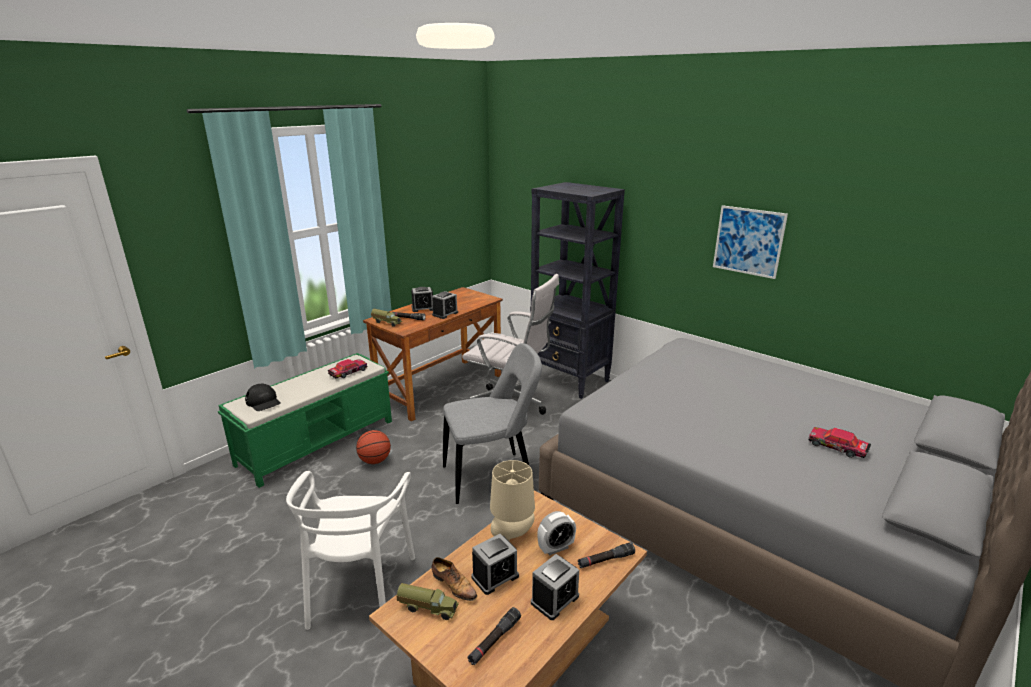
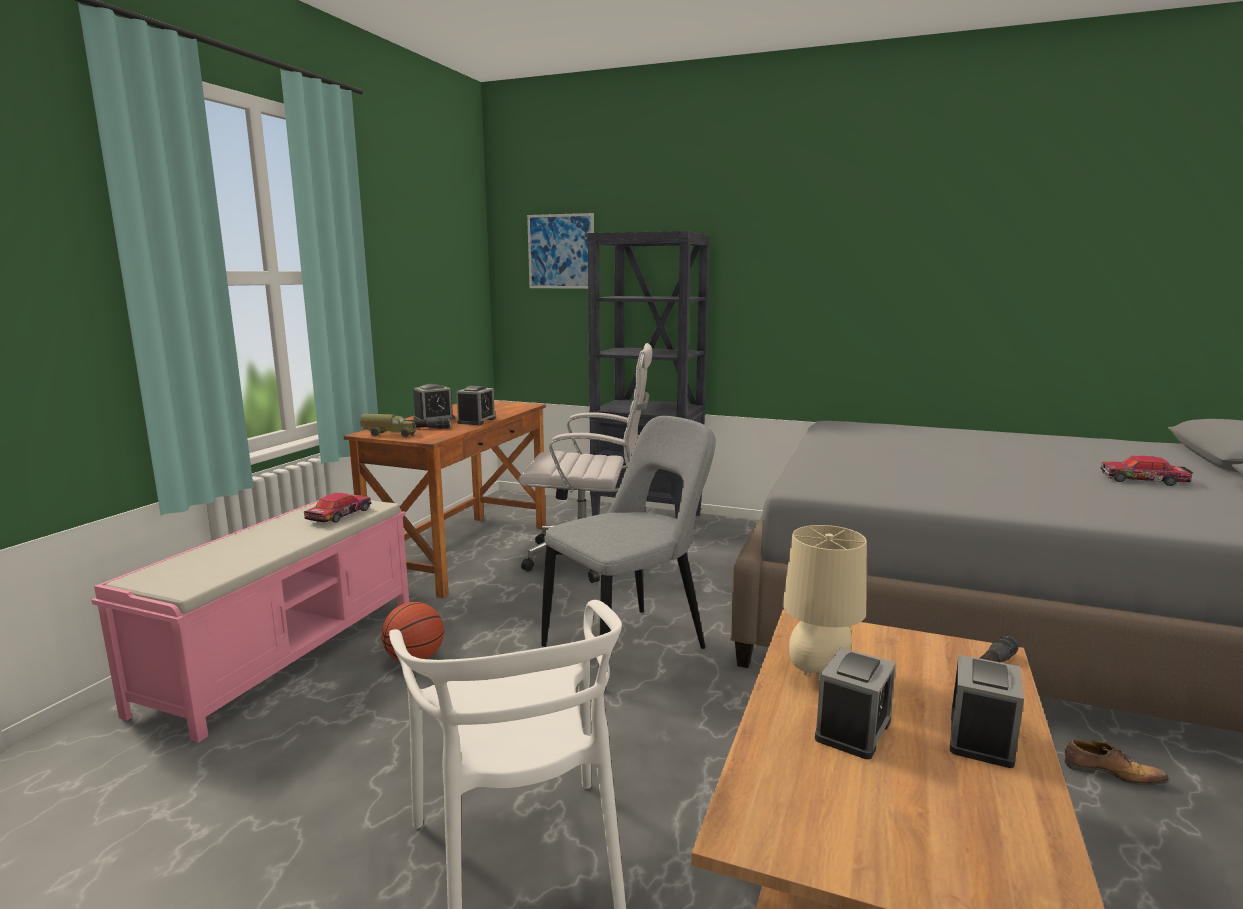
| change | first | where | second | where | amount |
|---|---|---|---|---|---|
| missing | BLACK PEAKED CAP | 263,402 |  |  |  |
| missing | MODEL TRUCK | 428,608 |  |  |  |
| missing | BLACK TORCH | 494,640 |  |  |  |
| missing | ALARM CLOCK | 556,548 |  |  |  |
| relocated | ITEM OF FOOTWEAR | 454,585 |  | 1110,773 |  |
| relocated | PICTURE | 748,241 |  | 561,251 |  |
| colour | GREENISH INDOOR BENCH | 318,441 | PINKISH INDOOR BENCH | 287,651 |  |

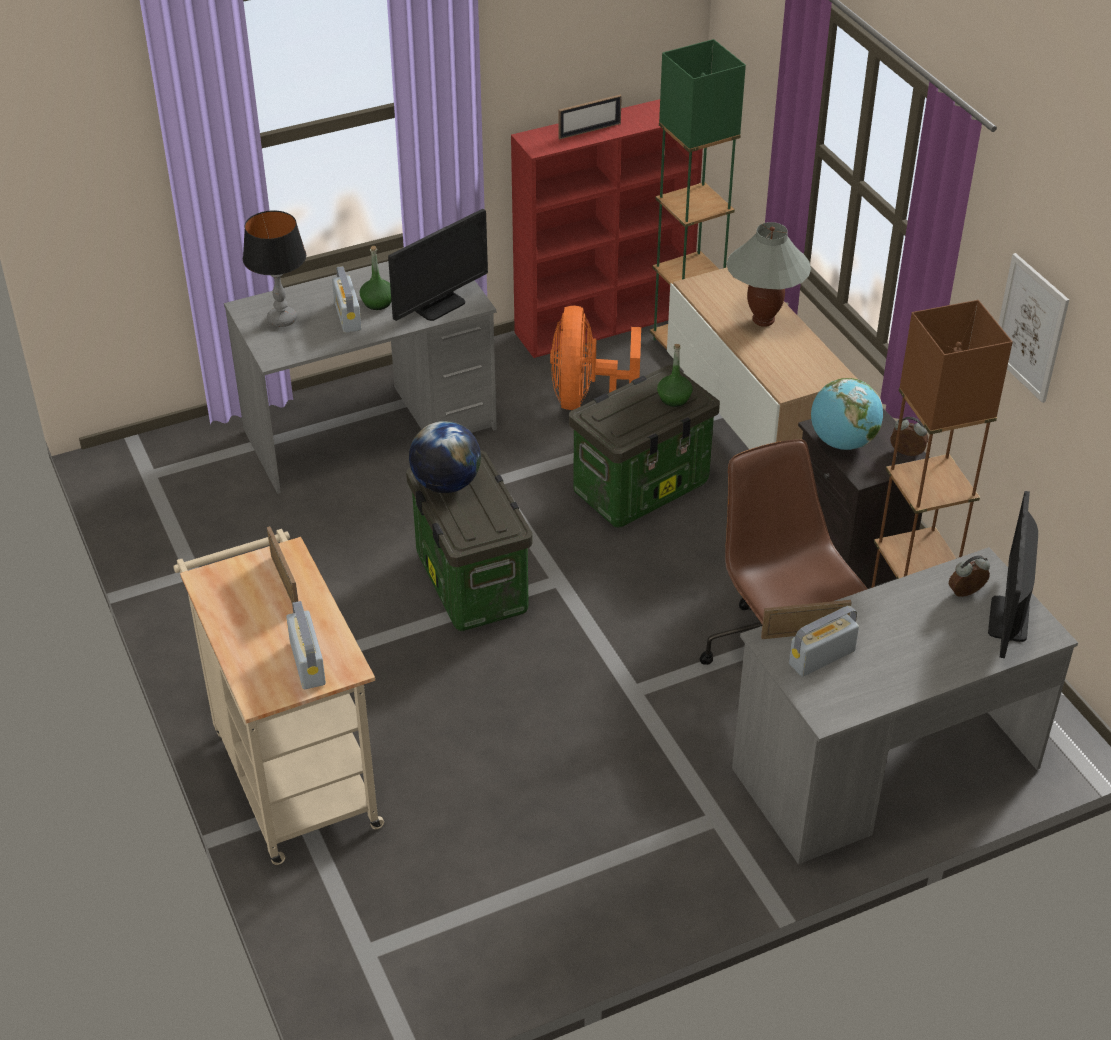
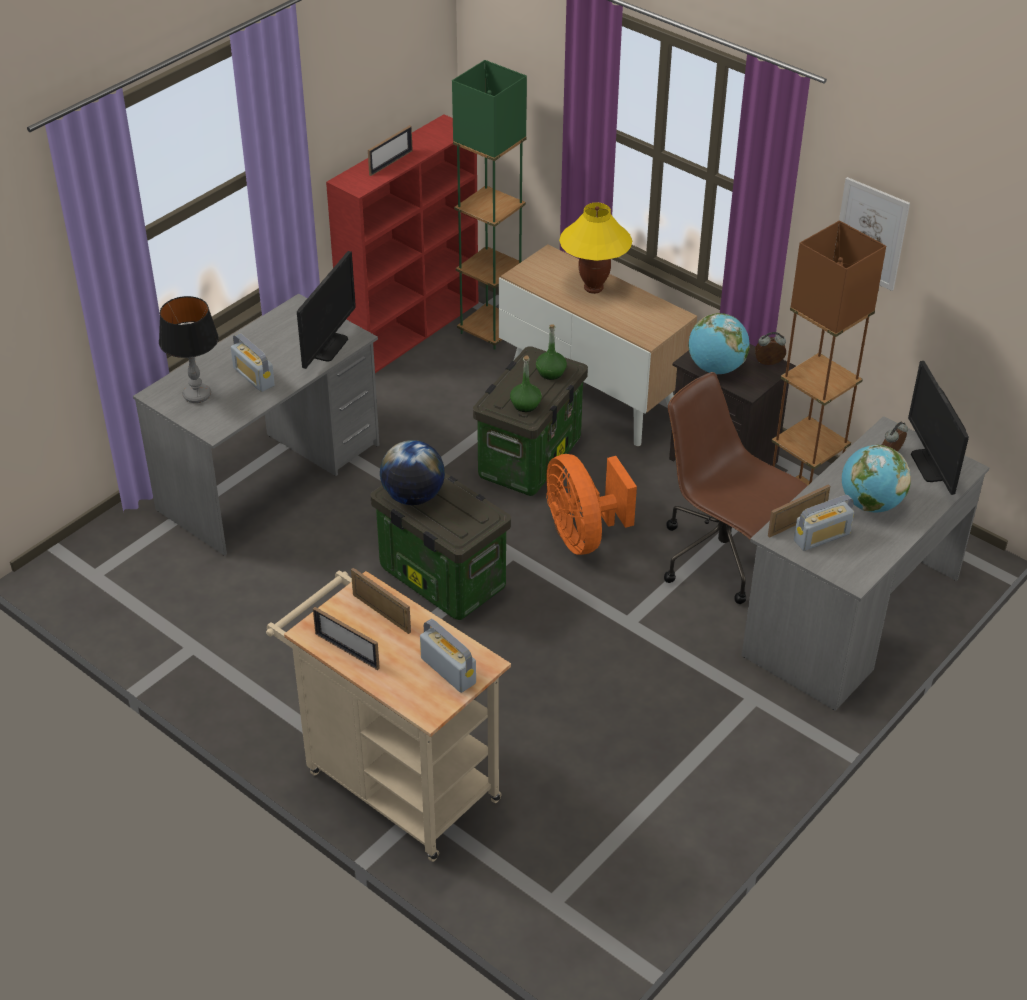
| change | first | where | second | where | amount |
|---|---|---|---|---|---|
| appeared |  |  | STANDING FRAME | 347,651 |  |
| appeared |  |  | DESK GLOBE | 870,504 |  |
| relocated | GREENISH DRINK BOTTLE | 377,303 |  | 525,405 |  |
| relocated | ORANGEY FAN | 585,396 |  | 583,535 |  |
| colour | GRAY LAMP FOR A TABLE | 763,320 | YELLOWISH LAMP FOR A TABLE | 594,288 |  |
| spun | RADIO RECEIVER | 821,658 |  | 822,537 | 150 degrees counterclockwise |

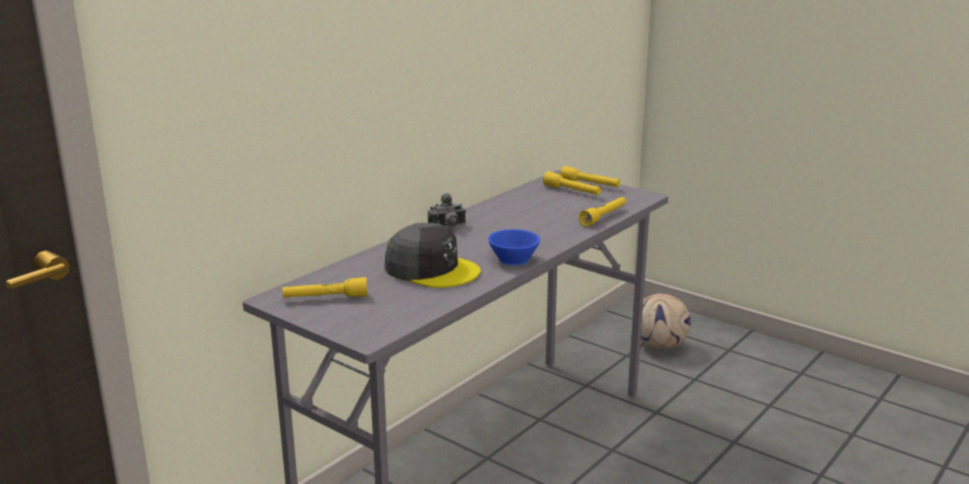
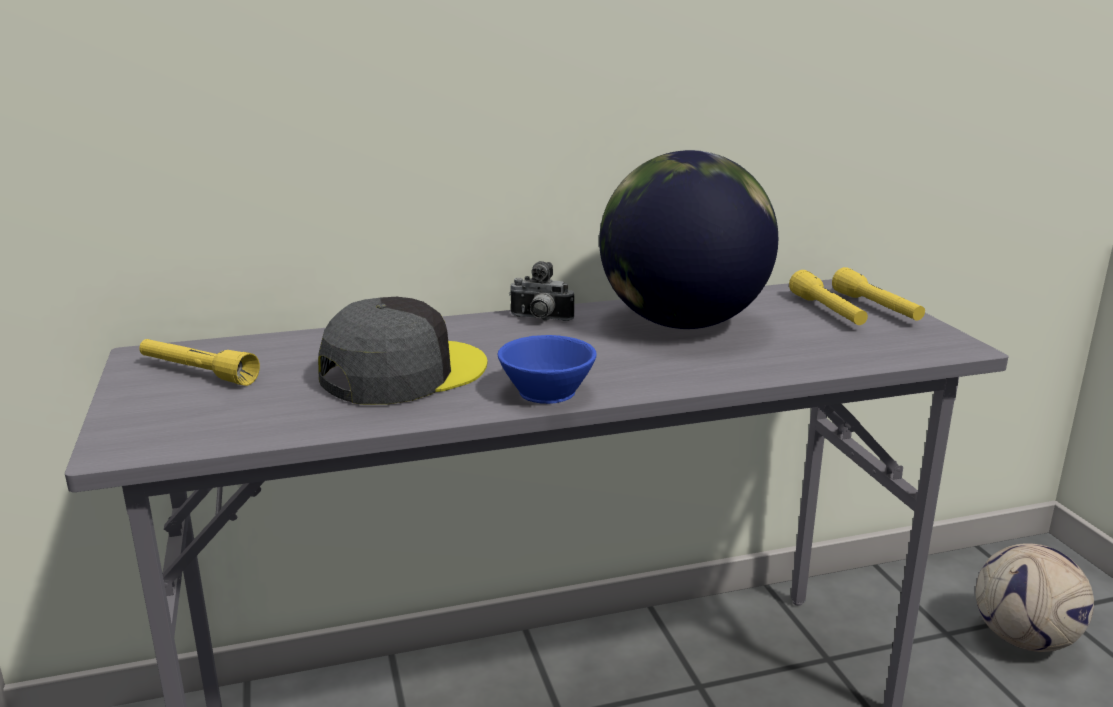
| change | first | where | second | where | amount |
|---|---|---|---|---|---|
| missing | YELLOWISH TORCH | 604,217 |  |  |  |
| appeared |  |  | DESK GLOBE | 682,323 |  |
| spun | GRAY PEAKED CAP | 431,269 |  | 402,373 | 105 degrees counterclockwise |

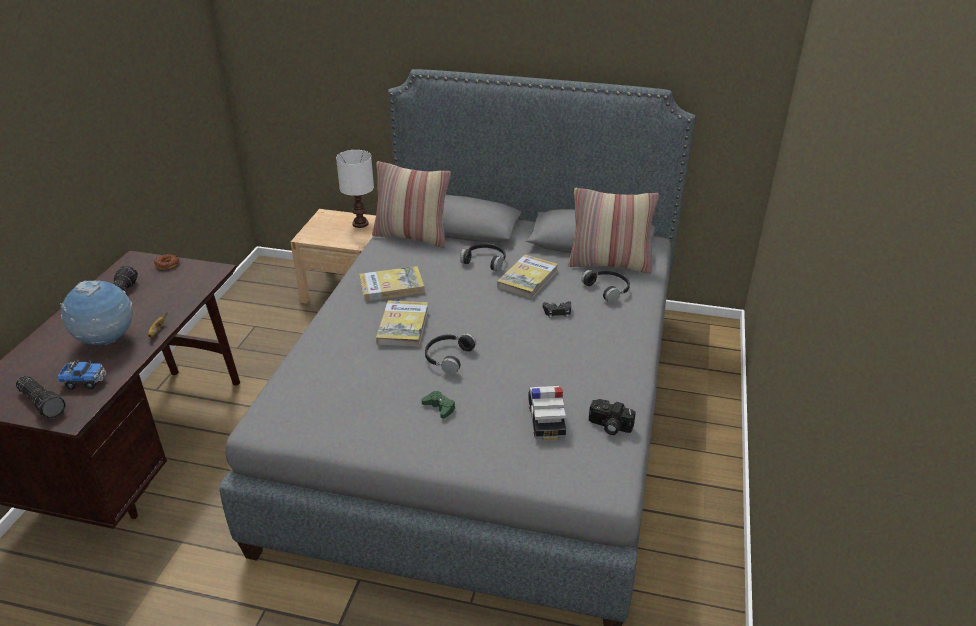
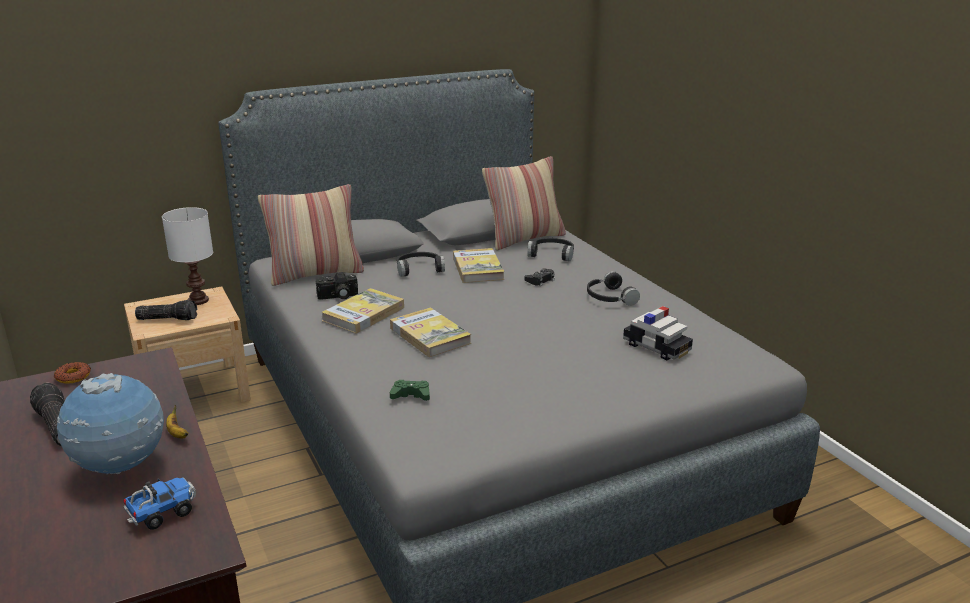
| change | first | where | second | where | amount |
|---|---|---|---|---|---|
| relocated | TORCH | 43,402 |  | 168,318 |  |
| relocated | GREENISH GAMEPAD | 439,407 |  | 411,395 |  |
| relocated | BLACK PAIR OF HEADPHONES | 447,357 |  | 609,297 |  |
| relocated | STILL CAMERA | 609,426 |  | 338,297 |  |

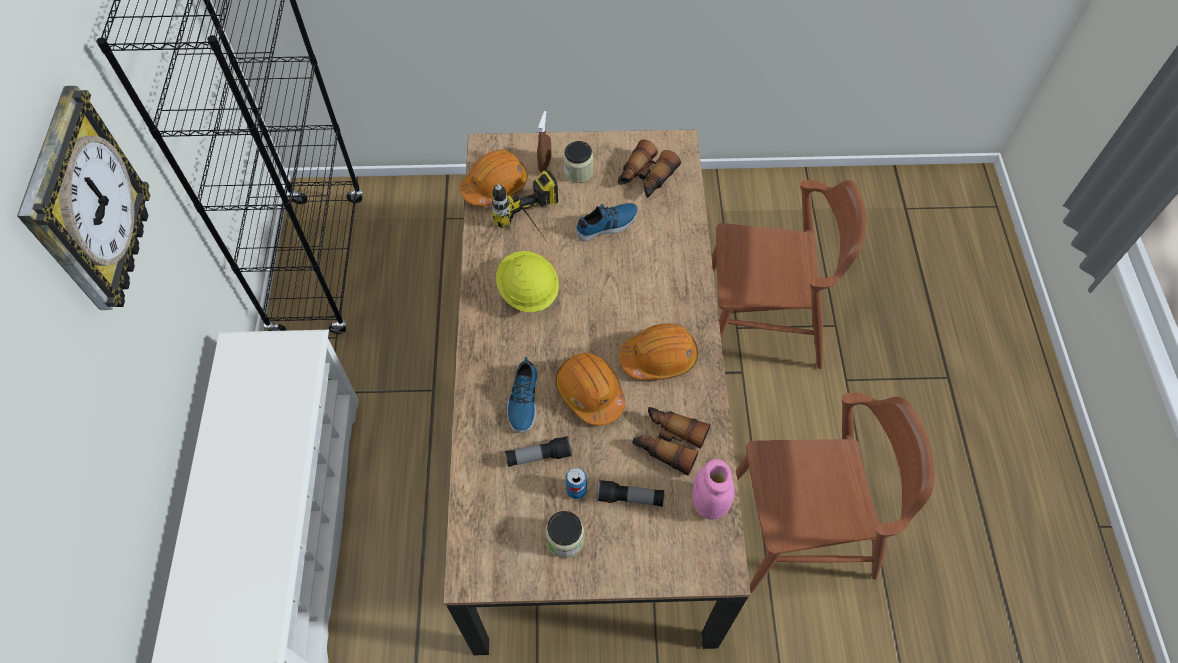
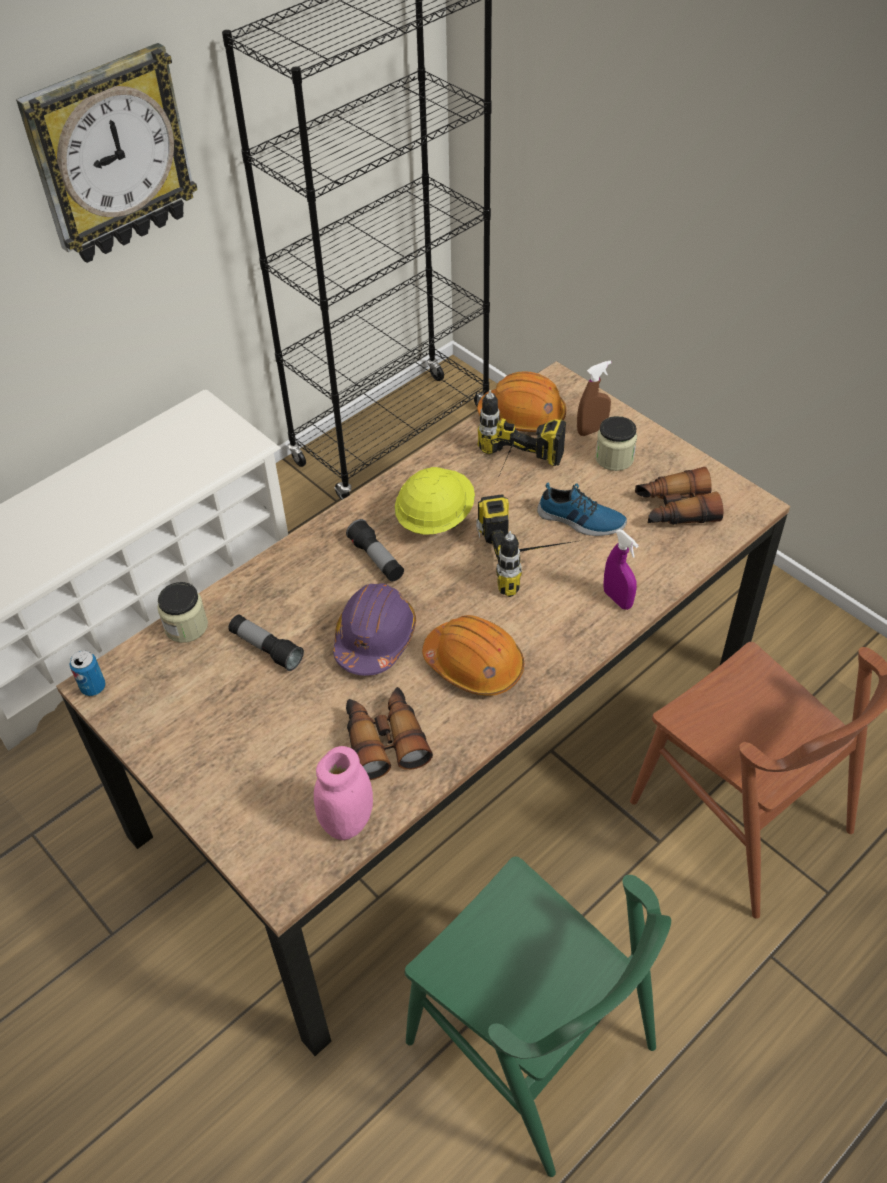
| change | first | where | second | where | amount |
|---|---|---|---|---|---|
| missing | ITEM OF FOOTWEAR | 522,400 |  |  |  |
| appeared |  |  | DRILL | 532,559 |  |
| appeared |  |  | PURPLE HAND SPRAYER | 617,599 |  |
| relocated | STORAGE JAR | 565,540 |  | 186,626 |  |
| relocated | CAN | 576,490 |  | 93,687 |  |
| relocated | TORCH | 630,498 |  | 376,559 |  |
| colour | ORANGEY HARD HAT | 589,392 | PURPLE HARD HAT | 375,638 |  |
| colour | BROWNISH UPRIGHT CHAIR | 801,530 | GREENISH UPRIGHT CHAIR | 531,1044 |  |

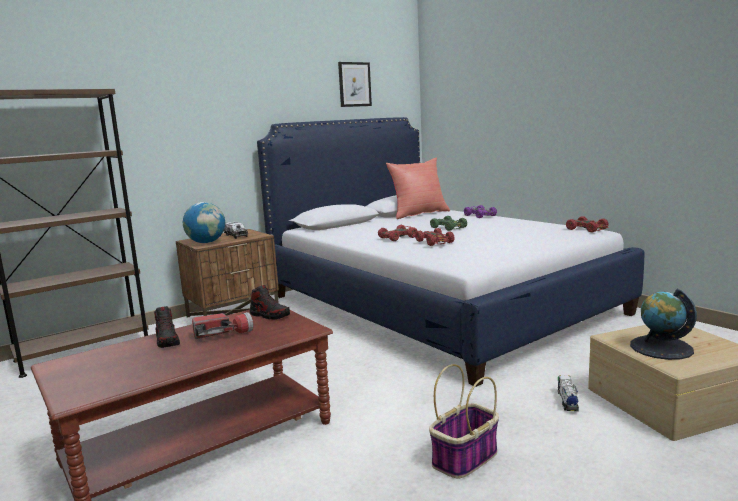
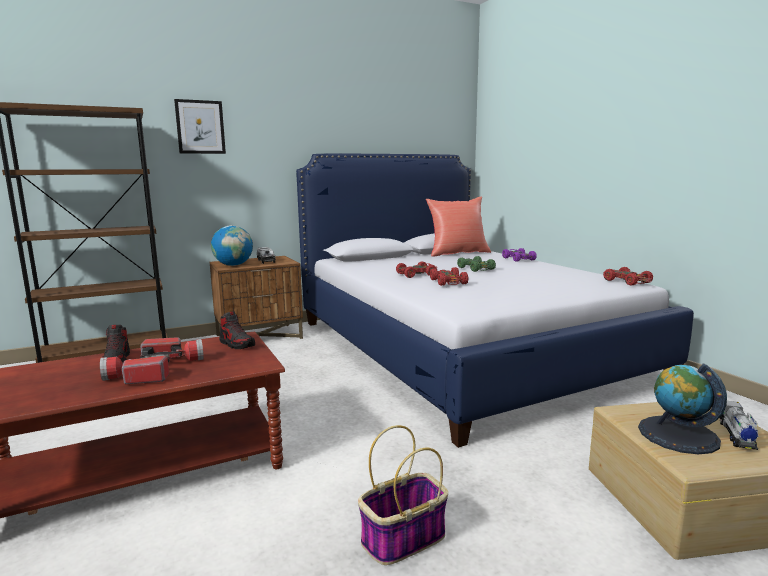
| change | first | where | second | where | amount |
|---|---|---|---|---|---|
| appeared |  |  | TORCH | 135,378 |  |
| relocated | PICTURE | 354,84 |  | 200,127 |  |
| relocated | MODEL TRUCK | 567,401 |  | 736,435 |  |

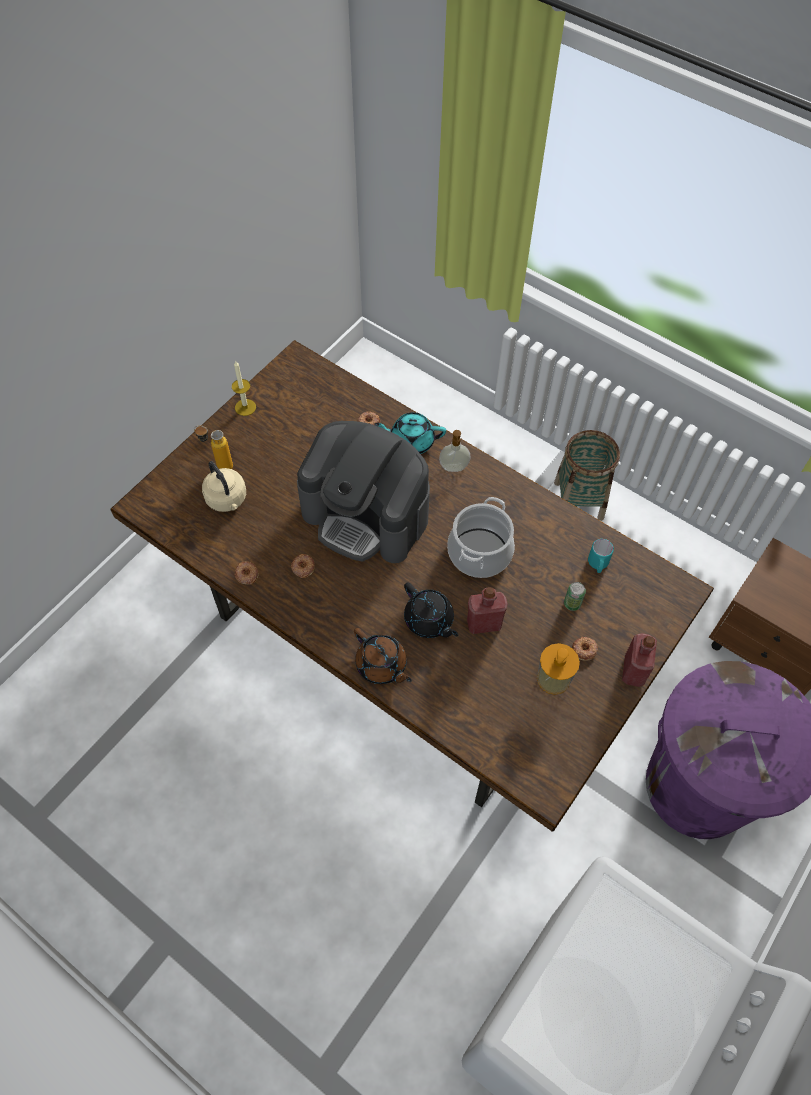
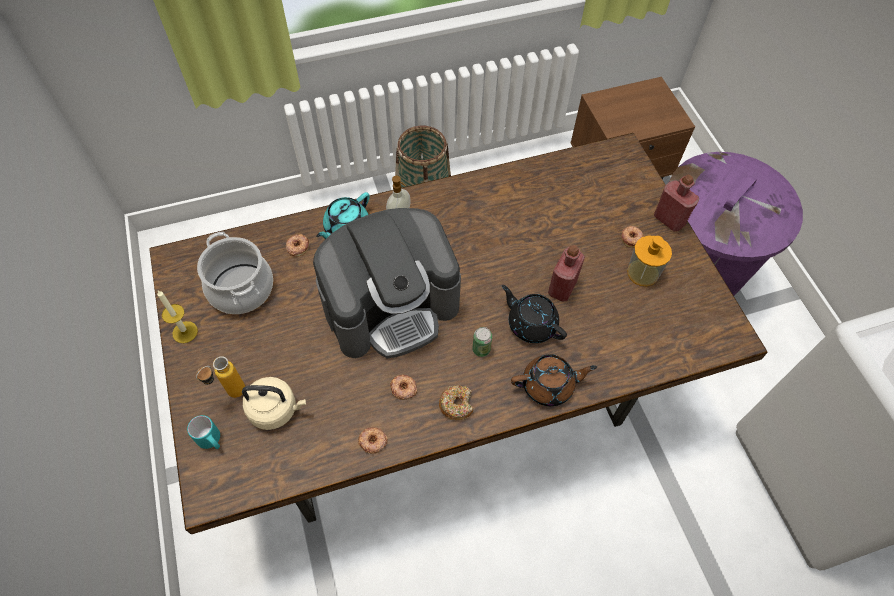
| change | first | where | second | where | amount |
|---|---|---|---|---|---|
| appeared |  |  | DOUGHNUT | 456,404 |  |
| relocated | SAUCEPOT | 480,553 |  | 241,289 |  |
| relocated | CAN | 572,604 |  | 481,349 |  |
| relocated | BLUE-GREEN TEA MUG | 597,565 |  | 211,441 |  |
| spun | BLACK TEA POT | 429,620 |  | 531,324 | 135 degrees counterclockwise |

